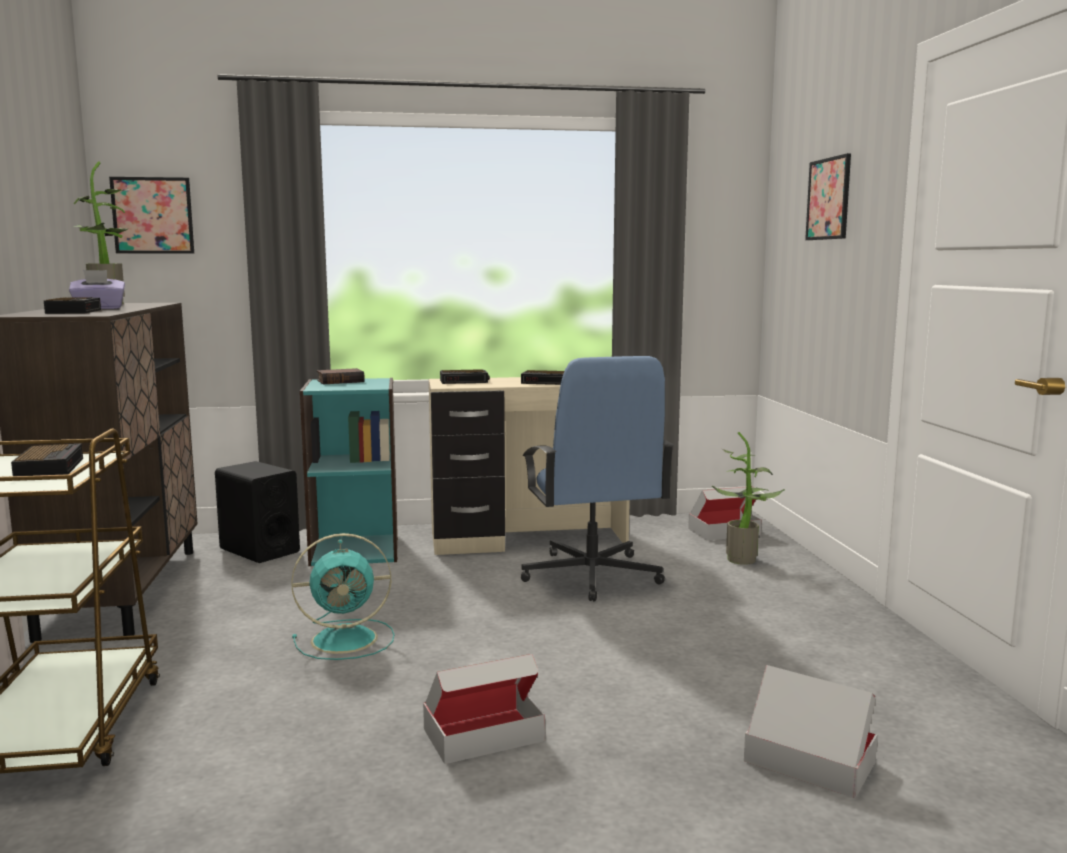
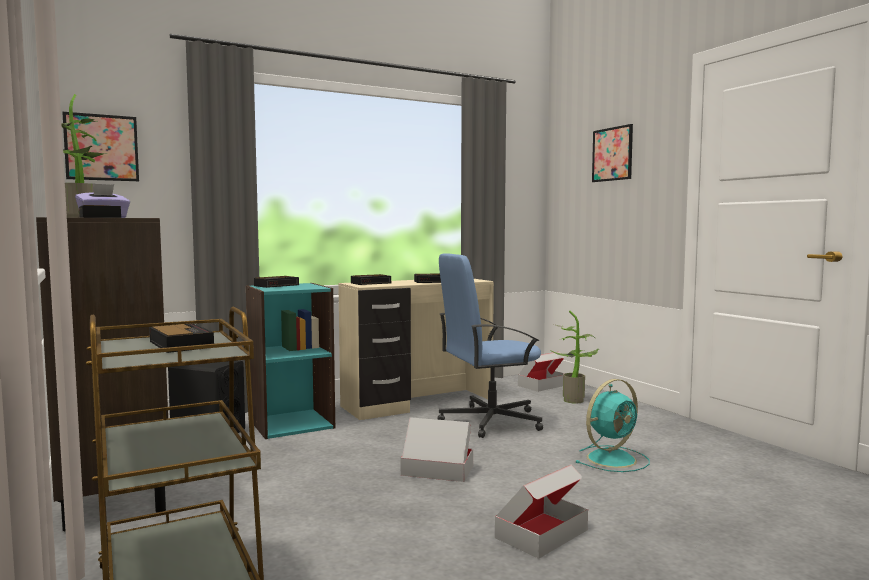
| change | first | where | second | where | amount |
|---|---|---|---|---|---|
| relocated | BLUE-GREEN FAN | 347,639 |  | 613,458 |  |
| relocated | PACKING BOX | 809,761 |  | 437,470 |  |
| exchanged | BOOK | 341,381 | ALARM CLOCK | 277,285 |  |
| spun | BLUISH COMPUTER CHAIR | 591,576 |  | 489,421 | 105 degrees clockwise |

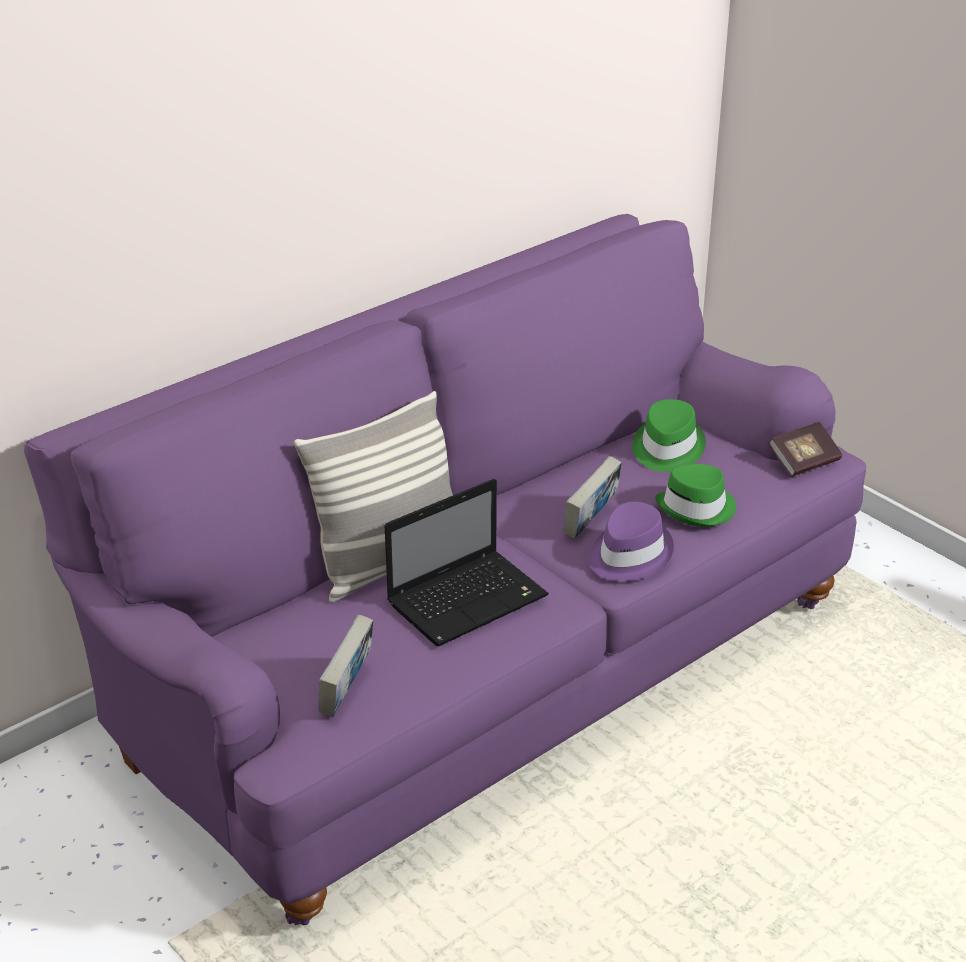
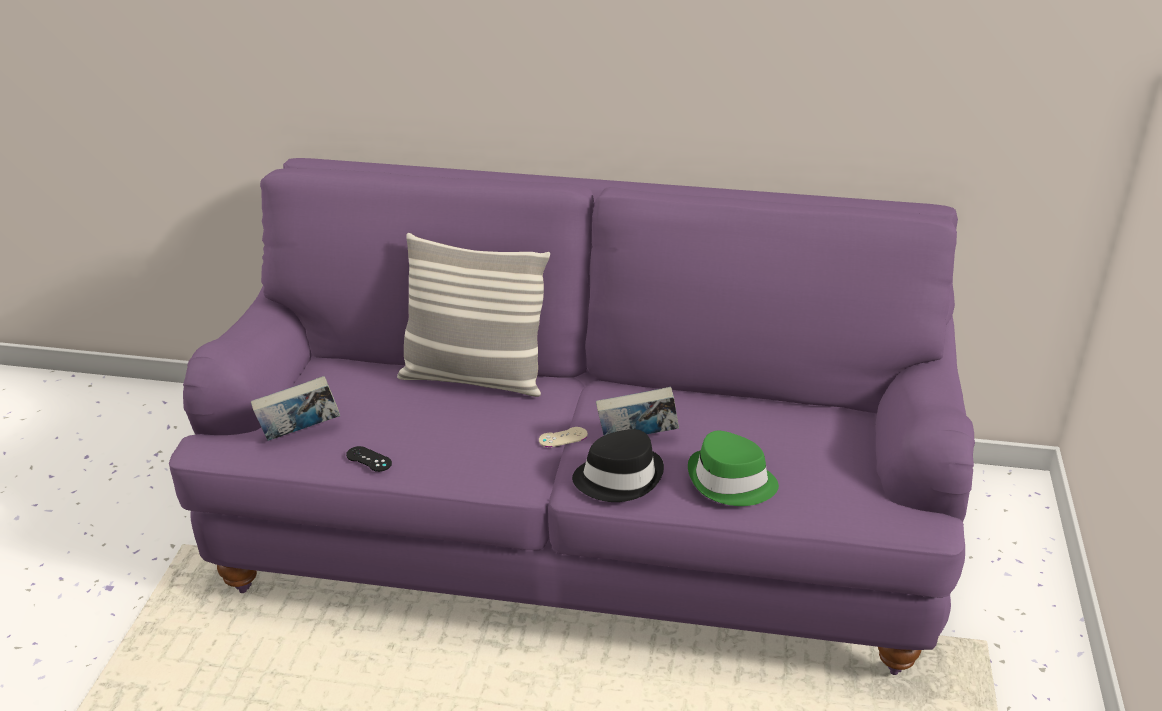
| change | first | where | second | where | amount |
|---|---|---|---|---|---|
| missing | PORTABLE COMPUTER | 469,598 |  |  |  |
| missing | GREENISH CLOTHING HAT | 666,448 |  |  |  |
| missing | BOOK | 804,462 |  |  |  |
| appeared |  |  | BLACK GAMEPAD | 369,459 |  |
| appeared |  |  | SAND-COLOURED GAMEPAD | 563,437 |  |
| colour | PURPLE CLOTHING HAT | 628,555 | BLACK CLOTHING HAT | 619,477 |  |

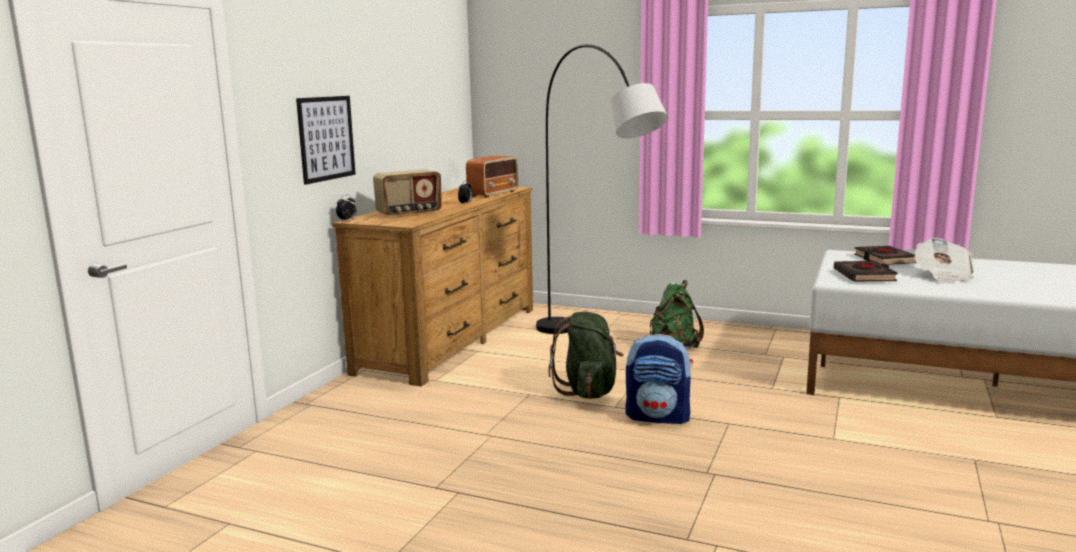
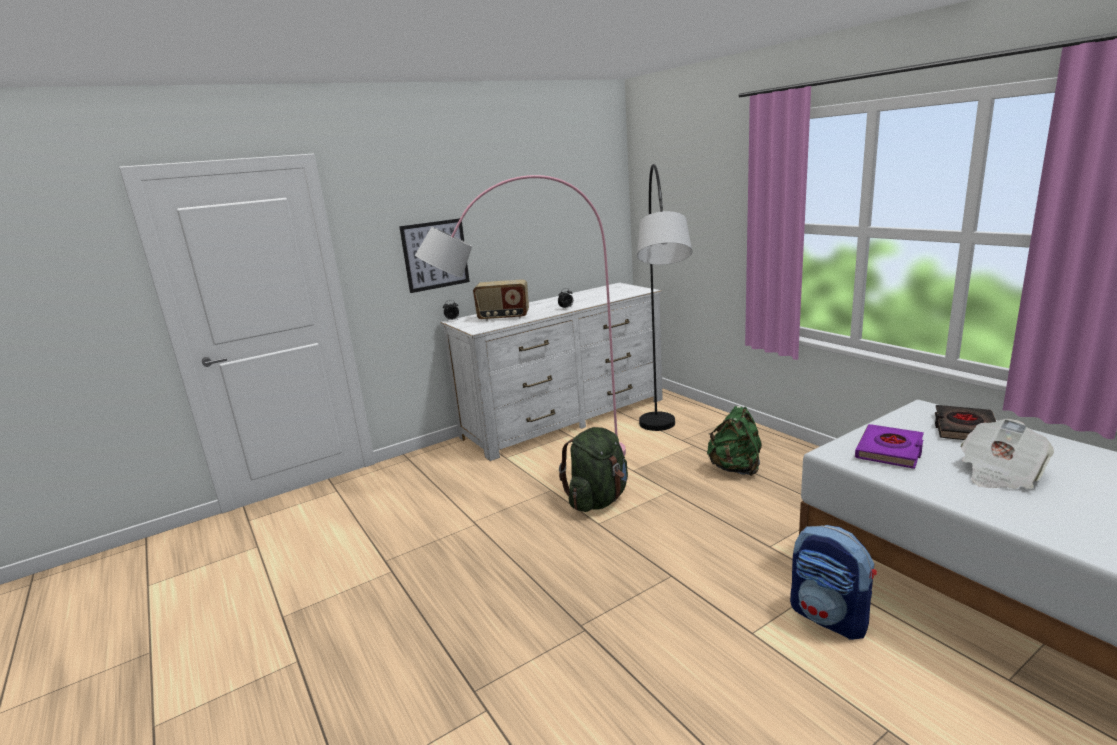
| change | first | where | second | where | amount |
|---|---|---|---|---|---|
| missing | RADIO RECEIVER | 493,193 |  |  |  |
| appeared |  |  | PINKISH STANDARD LAMP | 536,469 |  |
| relocated | RUCKSACK | 658,417 |  | 830,618 |  |
| colour | BROWNISH CHEST OF DRAWERS | 451,339 | WHITE CHEST OF DRAWERS | 565,418 |  |
| colour | BLACK BOOK | 864,276 | PURPLE BOOK | 890,451 |  |

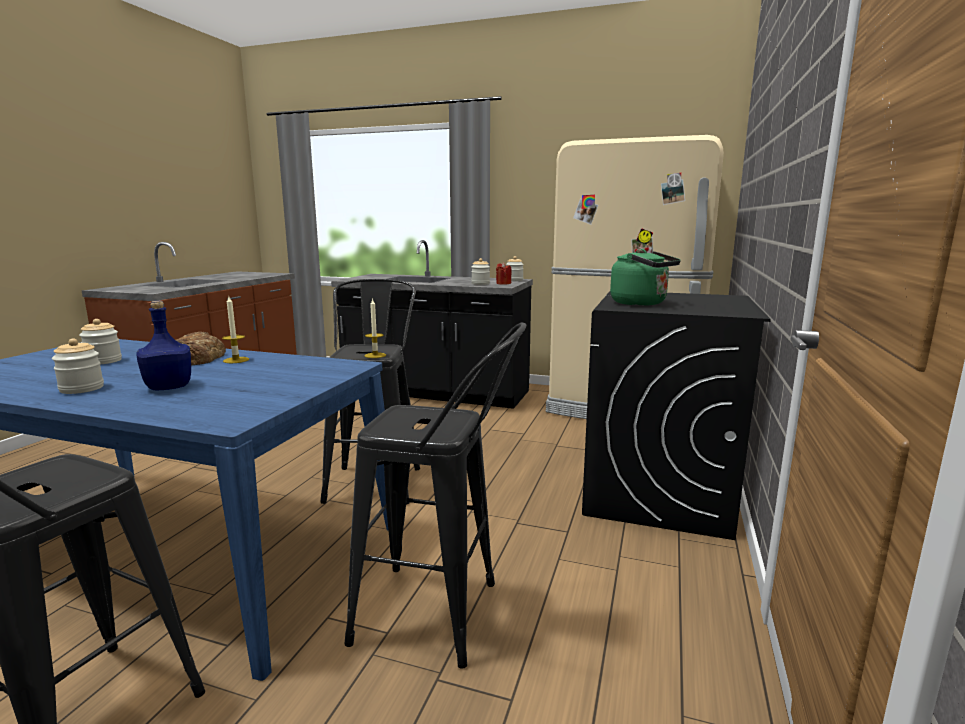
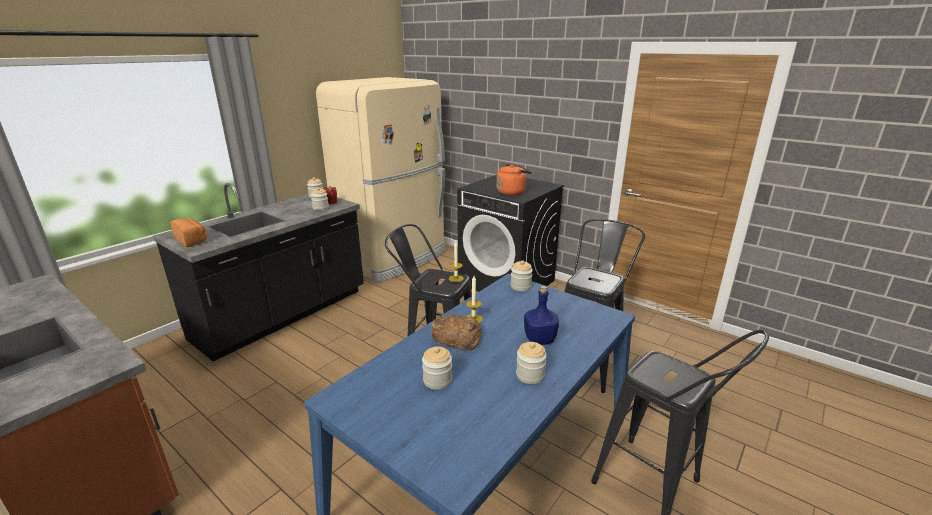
| change | first | where | second | where | amount |
|---|---|---|---|---|---|
| appeared |  |  | BREAD | 192,240 |  |
| appeared |  |  | STORAGE JAR | 520,286 |  |
| colour | GREENISH KETTLE | 641,303 | ORANGEY KETTLE | 512,192 |  |

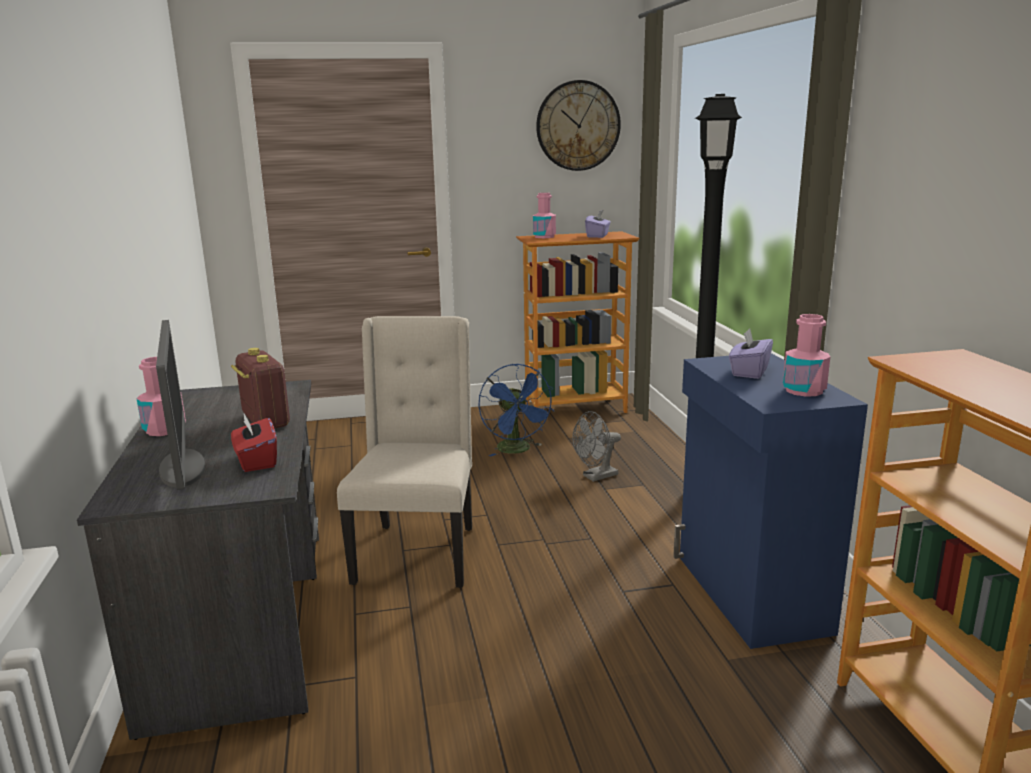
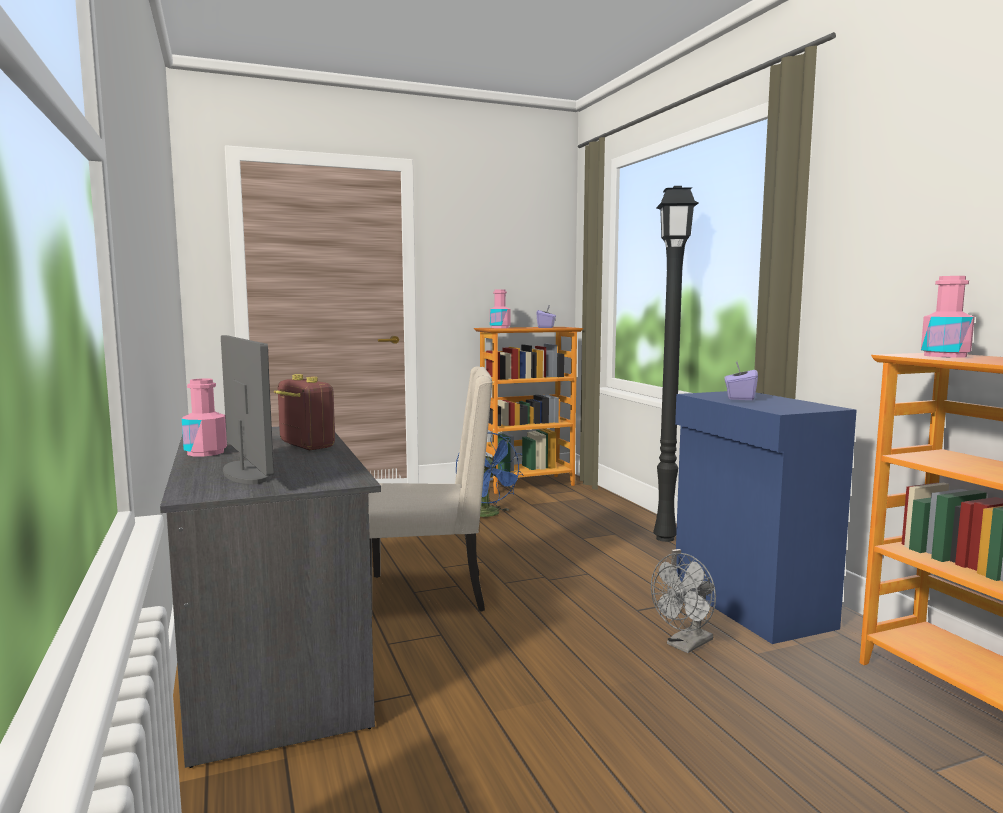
| change | first | where | second | where | amount |
|---|---|---|---|---|---|
| missing | RED TISSUE BOX | 256,461 |  |  |  |
| missing | CLOCK ON THE WALL | 578,126 |  |  |  |
| relocated | GRAY FAN | 596,477 |  | 686,645 |  |
| relocated | PINKISH DRINK BOTTLE | 804,390 |  | 945,356 |  |
| spun | SAND-COLOURED UPRIGHT CHAIR | 417,553 |  | 429,593 | 90 degrees clockwise |

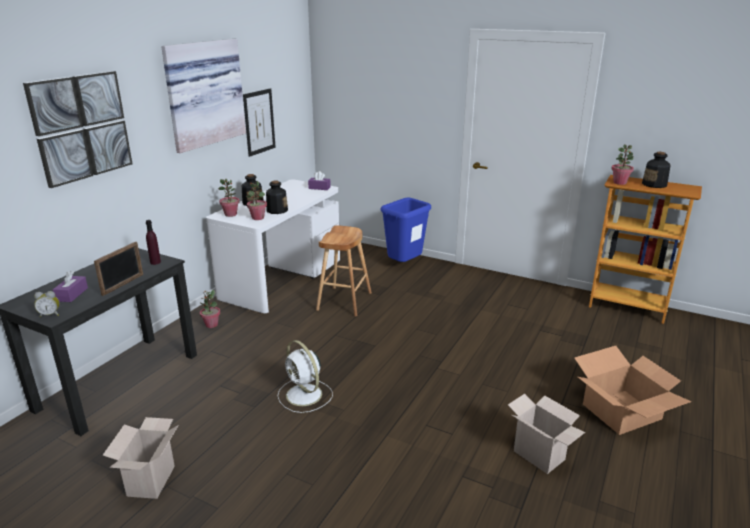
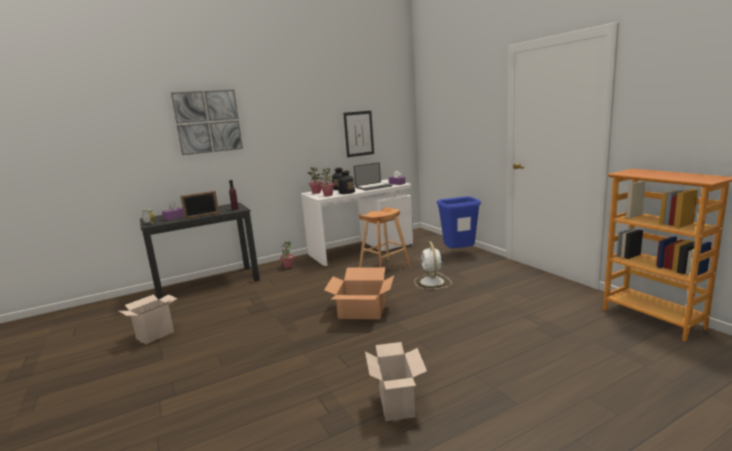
| change | first | where | second | where | amount |
|---|---|---|---|---|---|
| missing | PICTURE | 203,93 |  |  |  |
| missing | POTTED PLANT | 619,182 |  |  |  |
| missing | DRINK BOTTLE | 654,184 |  |  |  |
| appeared |  |  | PORTABLE COMPUTER | 373,186 |  |
| relocated | WHITE FAN | 305,395 |  | 432,282 |  |
| relocated | PACKING BOX | 622,412 |  | 362,310 |  |

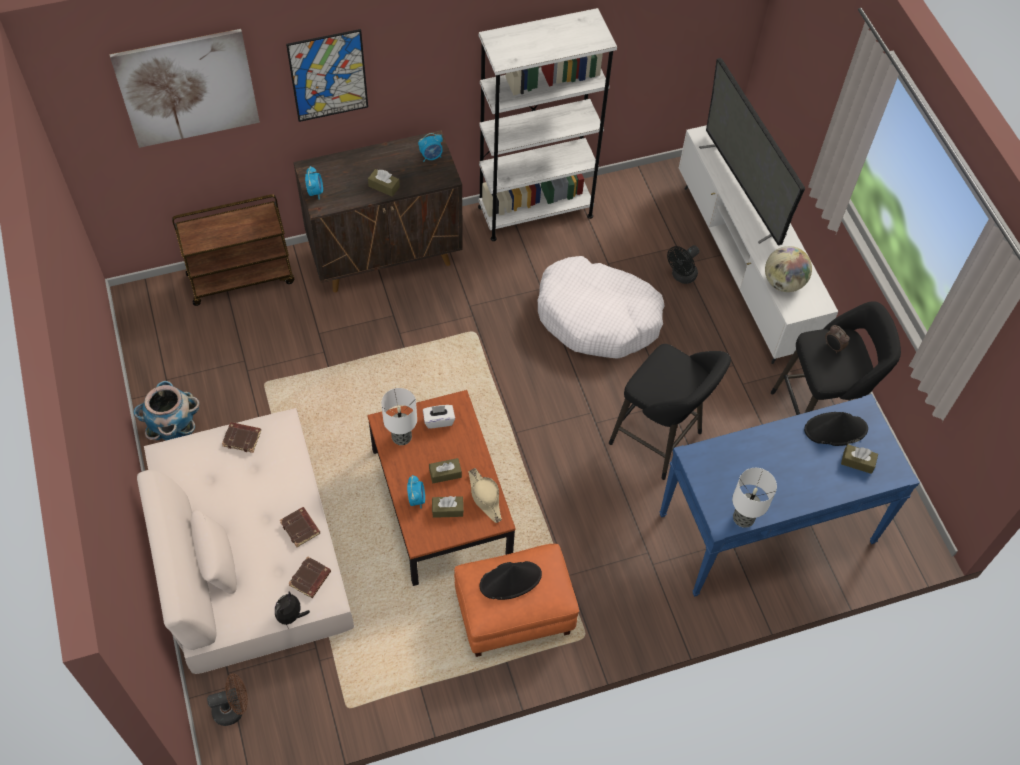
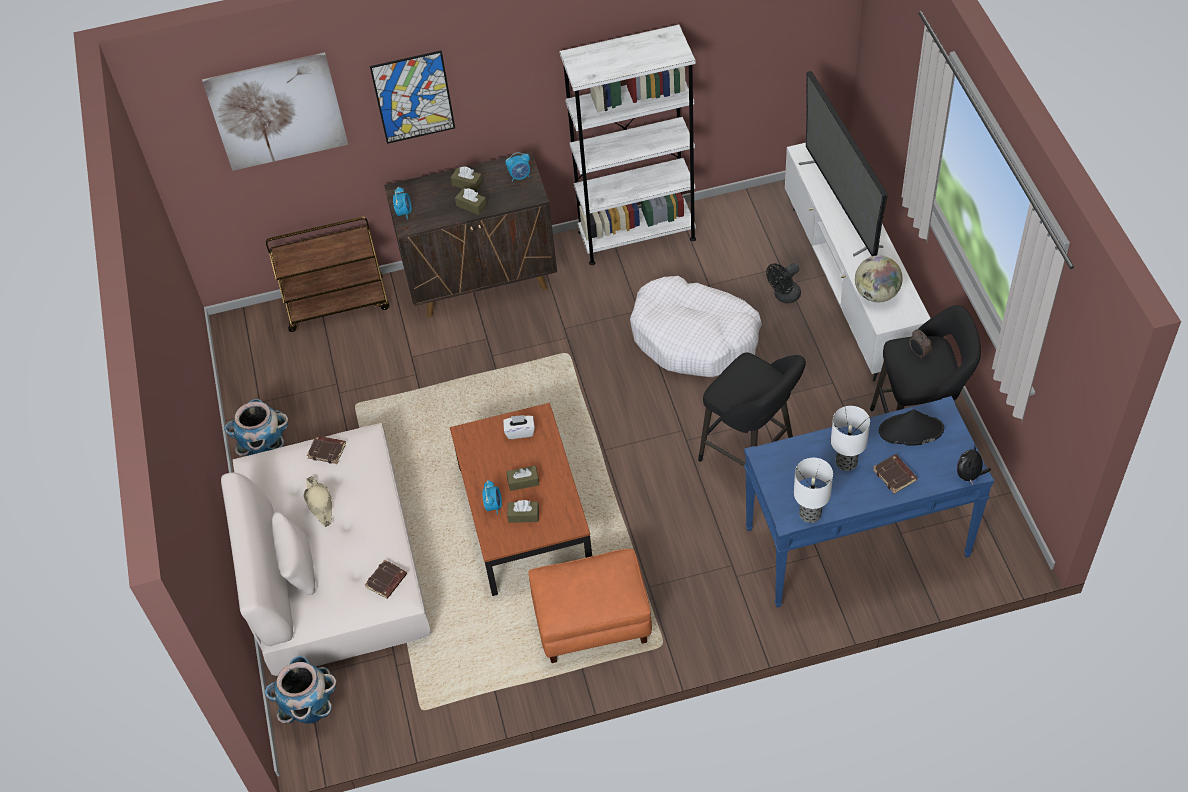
| change | first | where | second | where | amount |
|---|---|---|---|---|---|
| missing | BLACK CLOTHING HAT | 510,580 |  |  |  |
| relocated | CUDDLY TOY | 291,616 |  | 969,475 |  |
| relocated | BROWNISH BOOK | 301,528 |  | 895,475 |  |
| relocated | LAMP FOR A TABLE | 401,437 |  | 846,462 |  |
| relocated | SAND-COLOURED CLOTHING HAT | 485,497 |  | 319,504 |  |
| relocated | BROWNISH TISSUE BOX | 857,462 |  | 467,184 |  |
| exchanged | BROWNISH FAN | 233,709 | PLANT POT | 310,709 |  |

